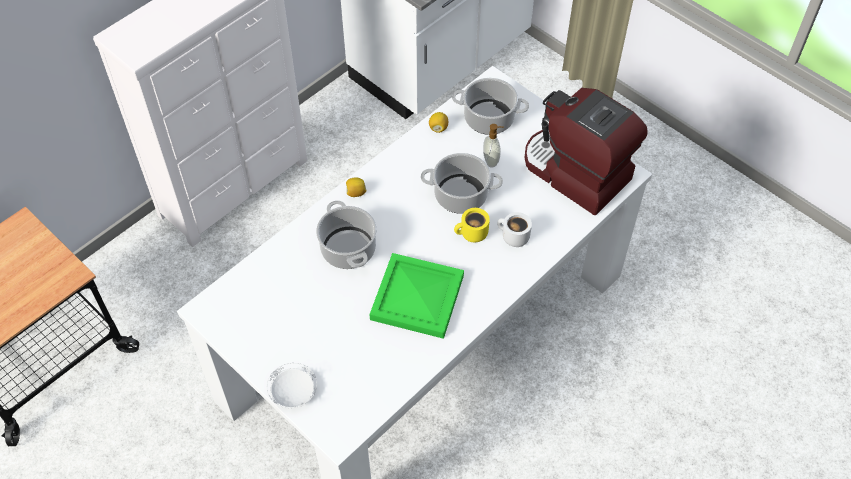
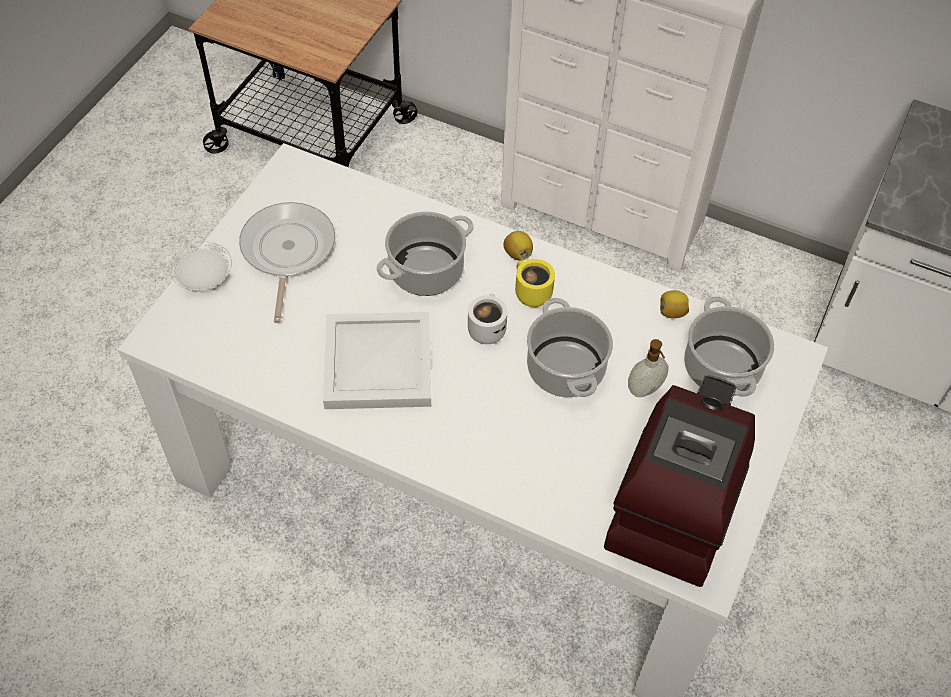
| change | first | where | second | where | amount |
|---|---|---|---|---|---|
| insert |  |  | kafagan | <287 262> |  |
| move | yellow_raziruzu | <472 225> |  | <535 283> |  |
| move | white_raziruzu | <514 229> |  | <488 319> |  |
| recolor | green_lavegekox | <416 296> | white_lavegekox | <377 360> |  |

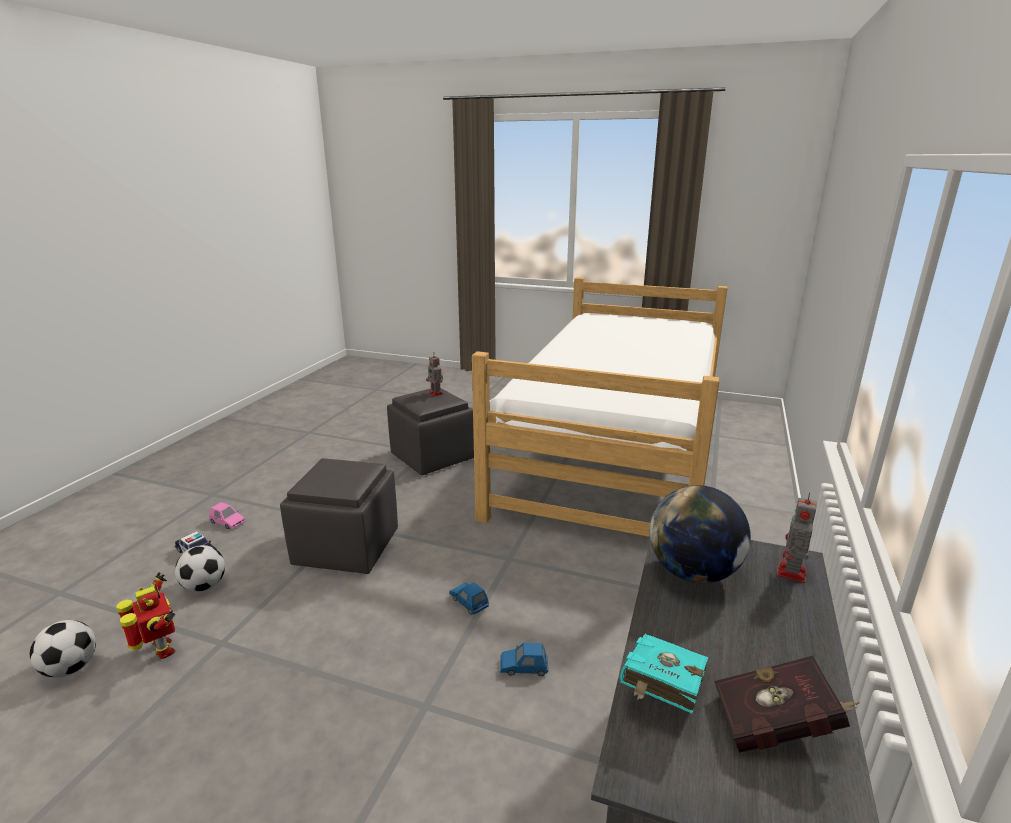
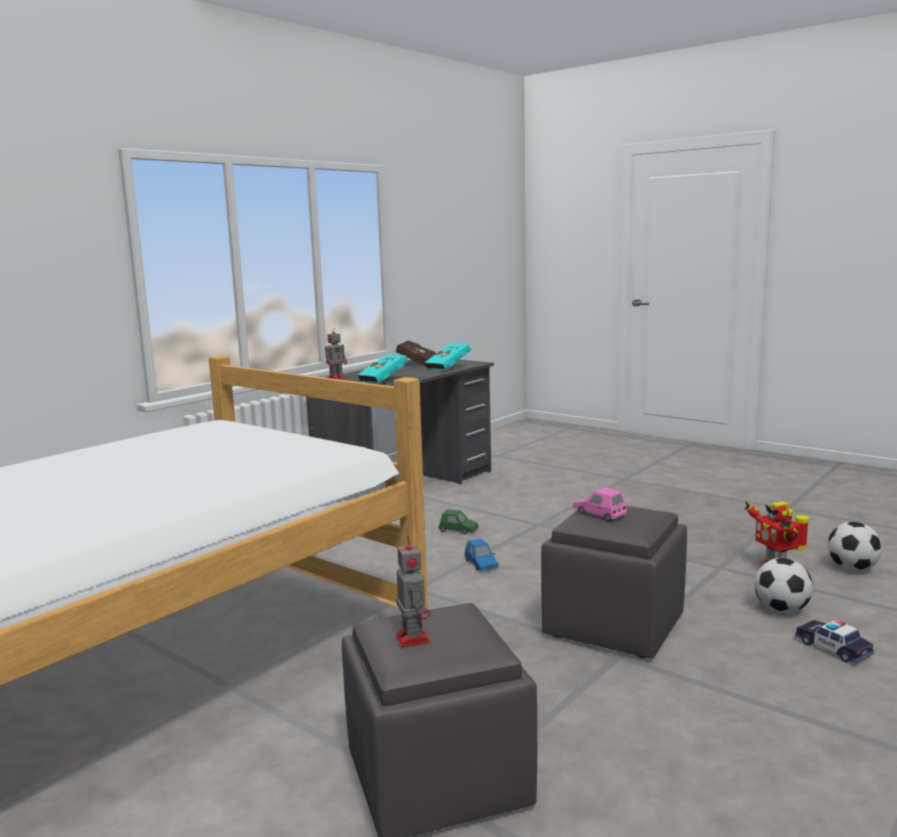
| change | first | where | second | where | amount |
|---|---|---|---|---|---|
| move | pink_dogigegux | <227 515> |  | <599 504> |  |
| replace | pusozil | <700 534> | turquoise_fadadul | <383 368> |  |
| recolor | blue_dogigegux | <524 659> | green_dogigegux | <458 521> |  |

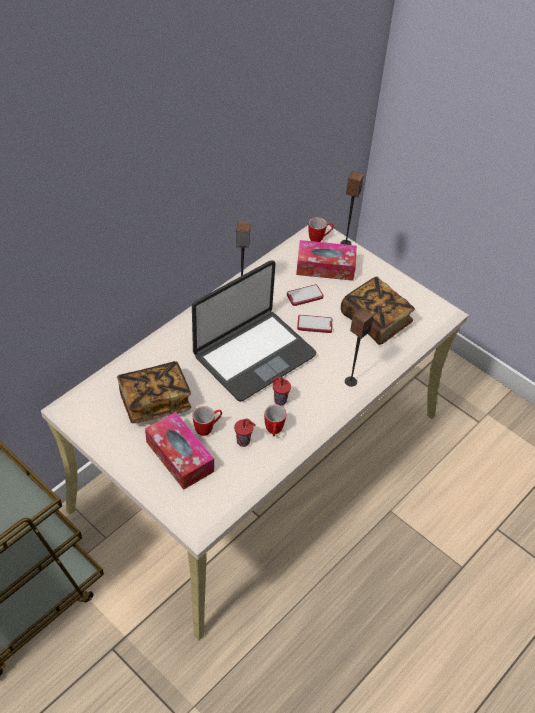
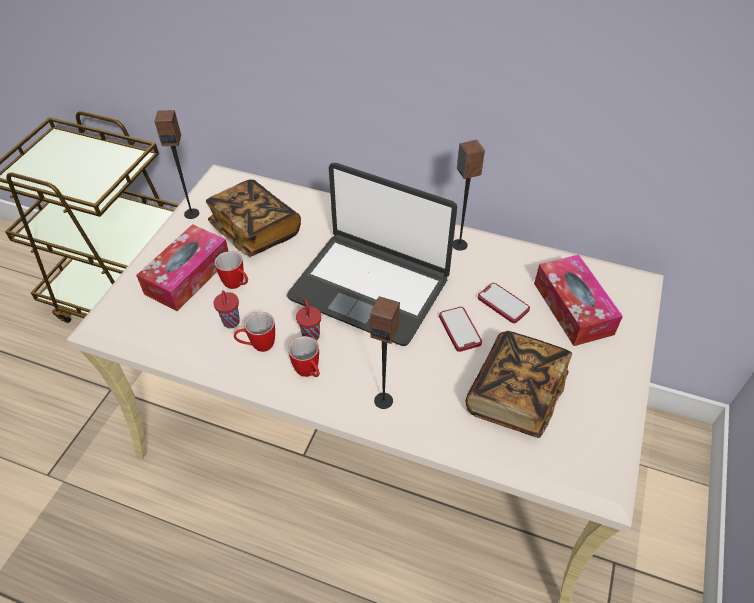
| change | first | where | second | where | amount |
|---|---|---|---|---|---|
| move | raziruzu | <321 229> |  | <304 356> |  |
| move | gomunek | <352 208> |  | <177 164> |  |

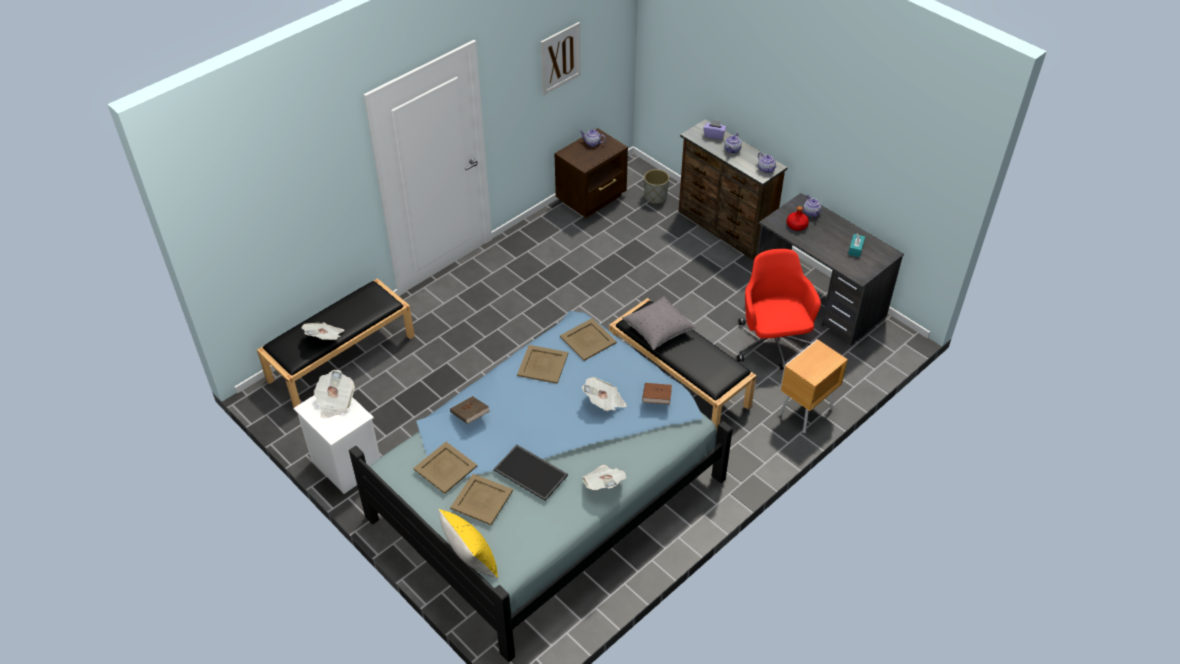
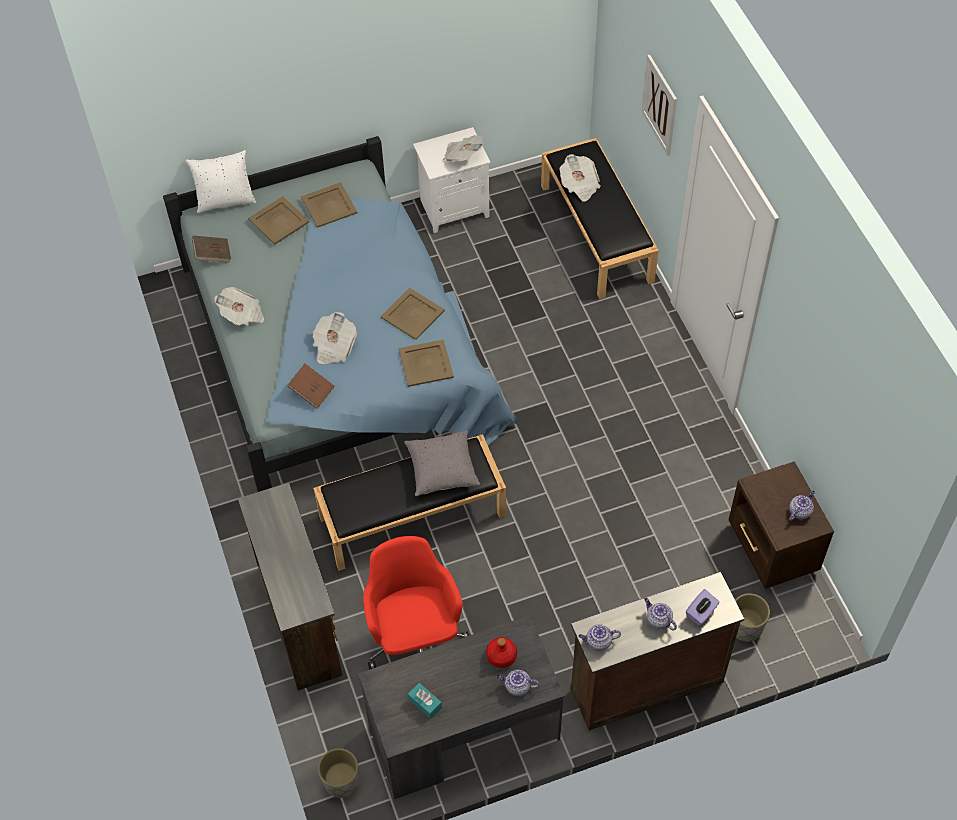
| change | first | where | second | where | amount |
|---|---|---|---|---|---|
| delete | lavegekox | <531 473> |  |  |  |
| insert |  |  | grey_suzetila | <338 773> |  |
| move | brown_fadadul | <470 410> |  | <211 249> |  |
| move | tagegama | <561 58> |  | <659 105> |  |
| replace | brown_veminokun | <813 386> | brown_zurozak | <290 586> |  |
| recolor | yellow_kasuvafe | <468 544> | white_kasuvafe | <221 181> |  |
| rotate | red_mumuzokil | <779 309> |  | <416 603> | 120 degrees counterclockwise |

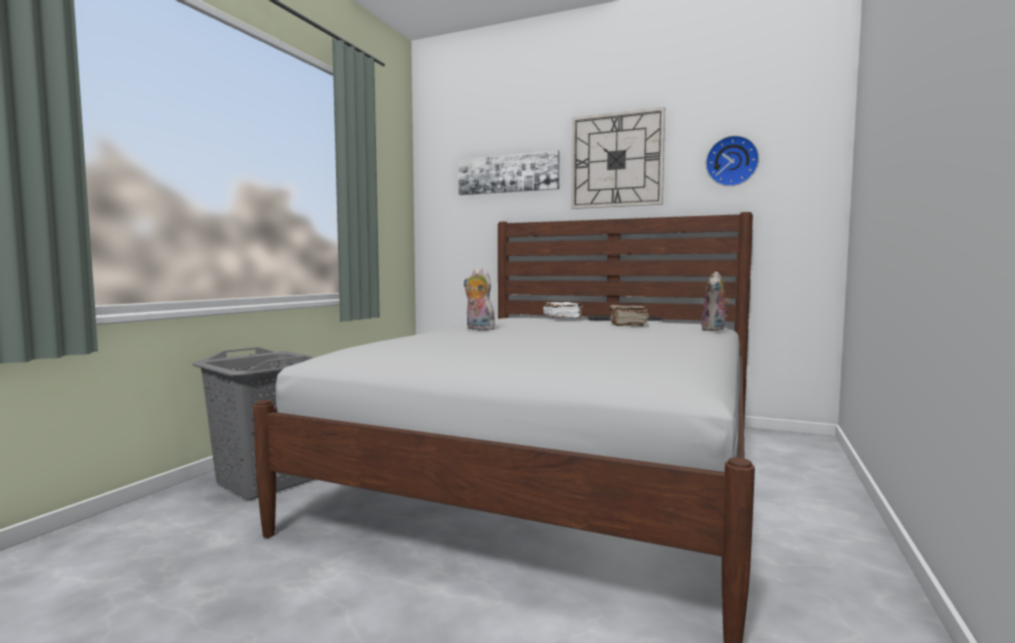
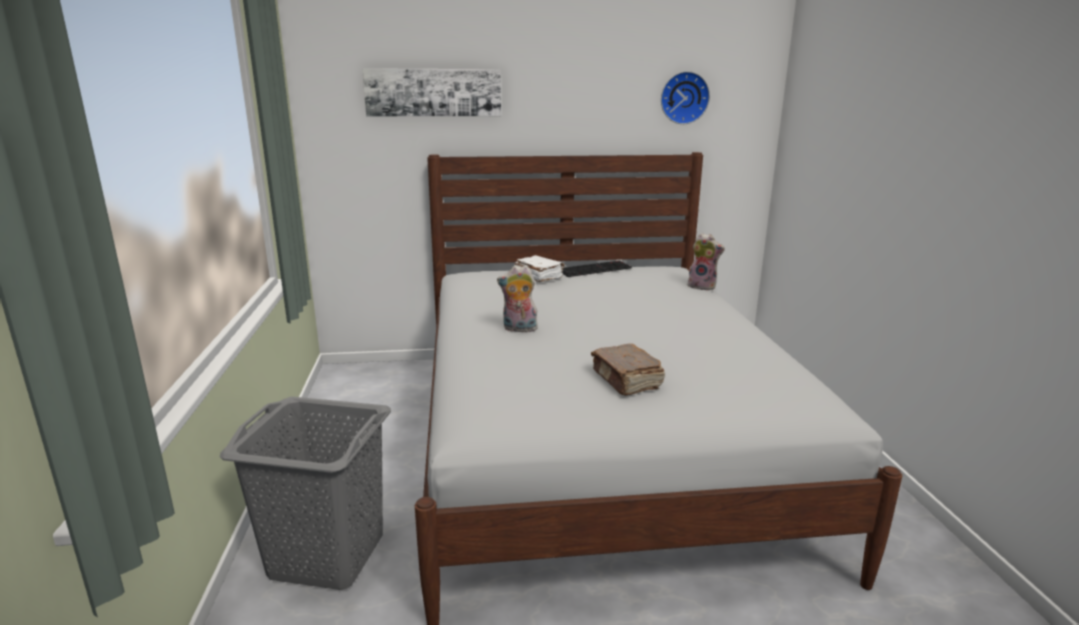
| change | first | where | second | where | amount |
|---|---|---|---|---|---|
| delete | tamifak | <618 158> |  |  |  |
| move | brown_fadadul | <629 315> |  | <628 370> |  |
| rotate | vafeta | <715 301> |  | <706 262> | 60 degrees counterclockwise |

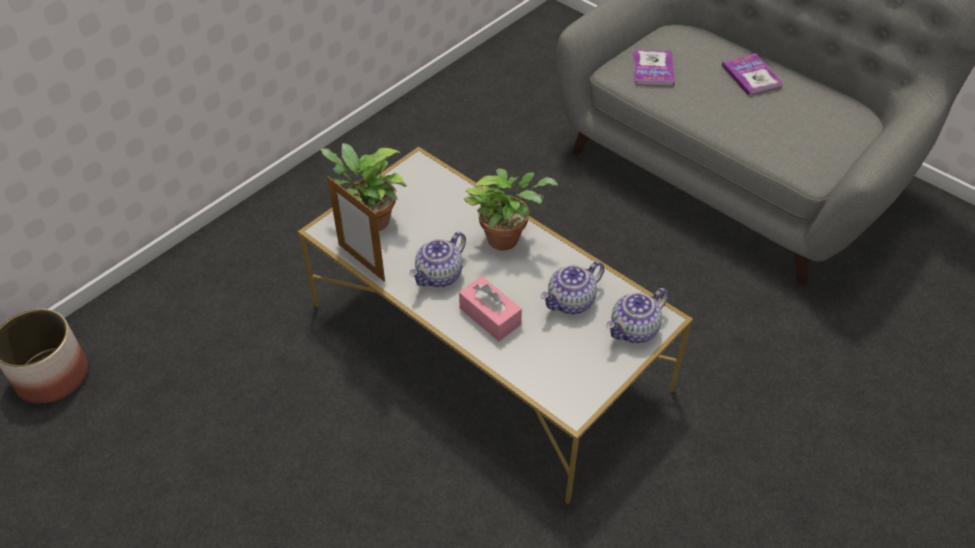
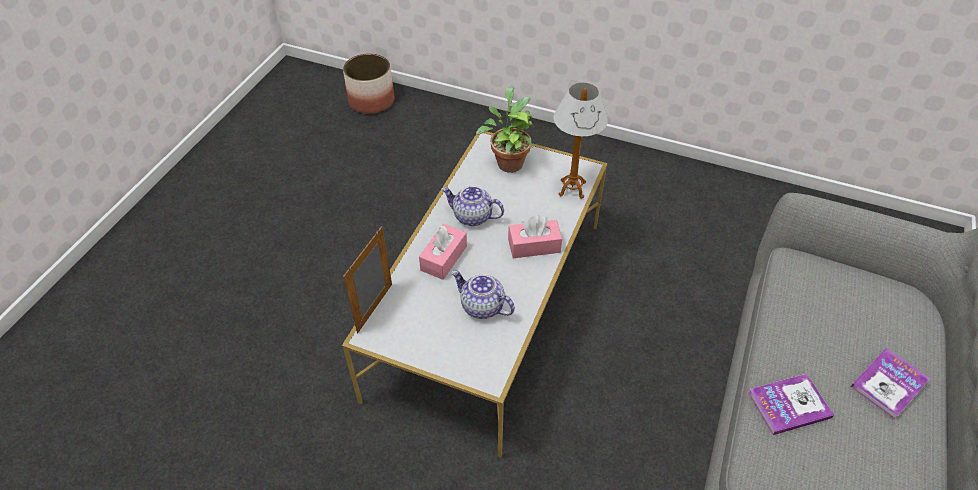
| change | first | where | second | where | amount |
|---|---|---|---|---|---|
| delete | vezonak | <637 315> |  |  |  |
| insert |  |  | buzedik | <581 141> |  |
| move | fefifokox | <356 229> |  | <367 279> |  |
| move | fadadul | <654 68> |  | <791 404> |  |
| replace | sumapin | <510 209> | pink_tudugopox | <535 236> |  |

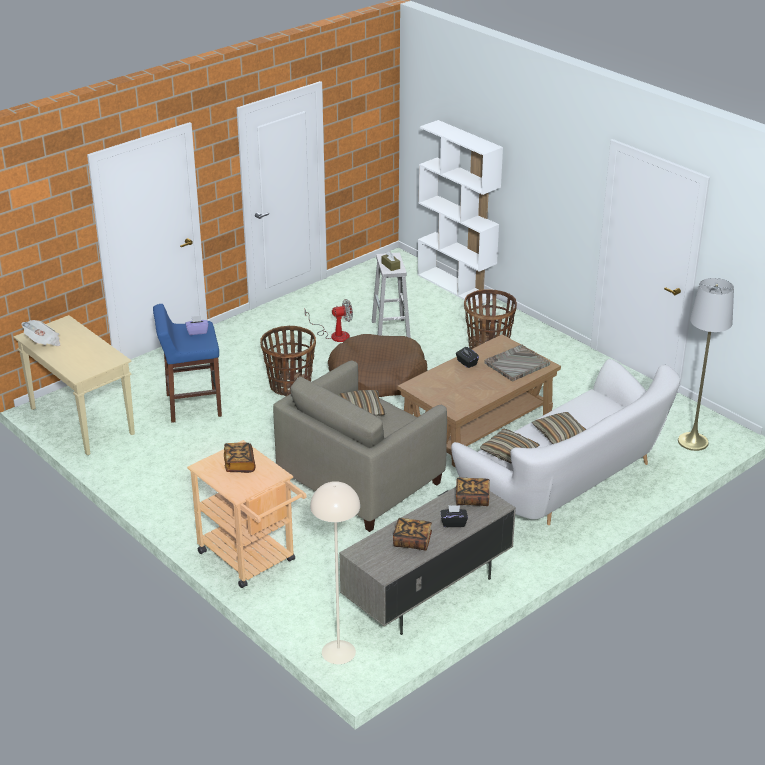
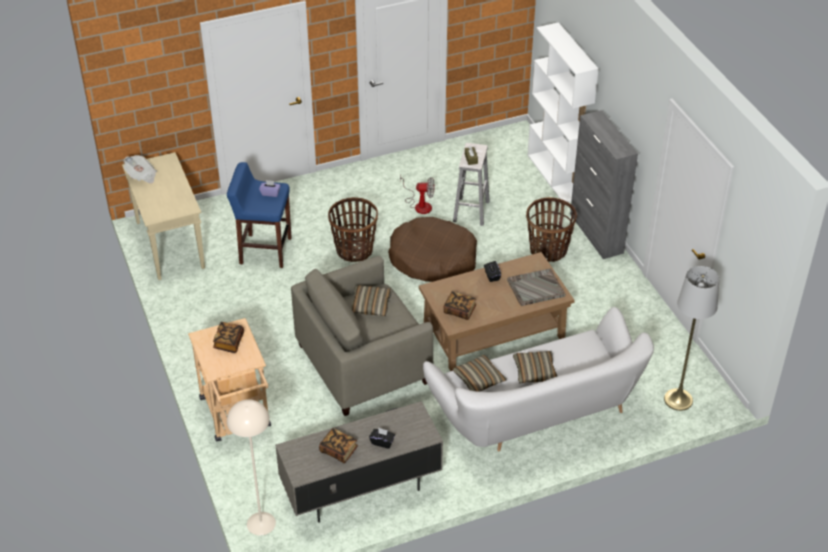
| change | first | where | second | where | amount |
|---|---|---|---|---|---|
| insert |  |  | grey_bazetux | <604 184> |  |
| move | fadadul | <473 491> |  | <459 305> |  |

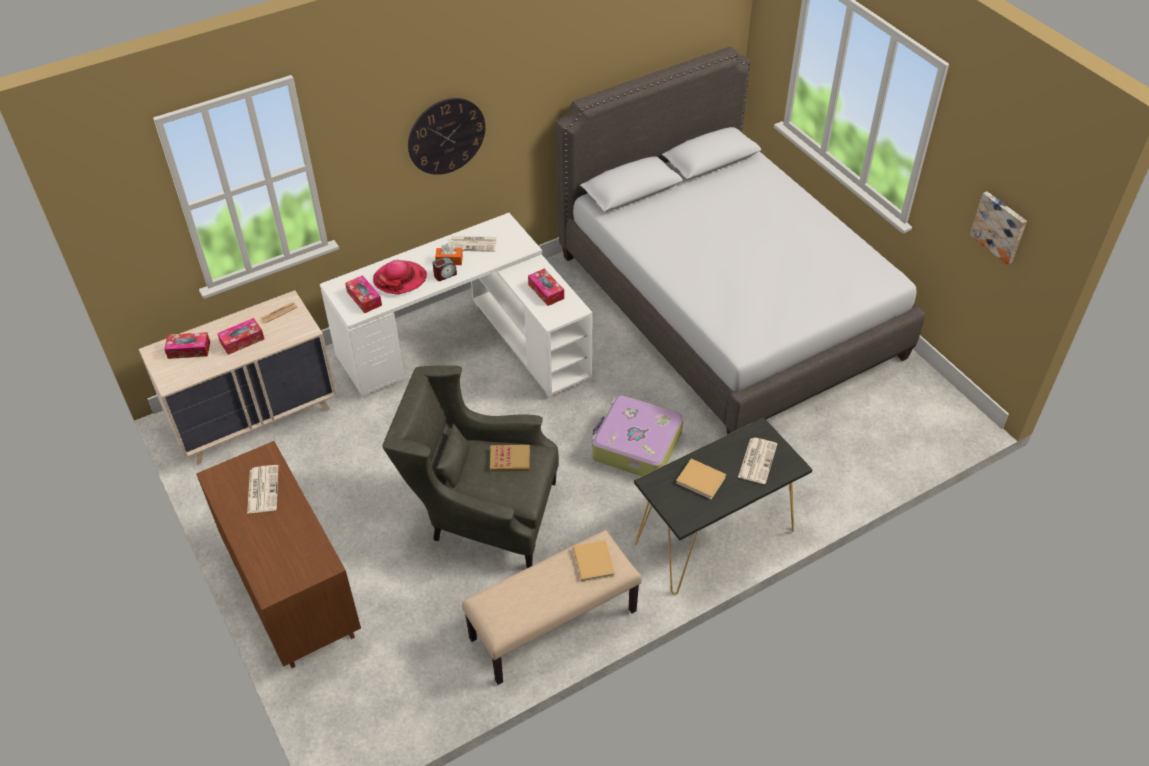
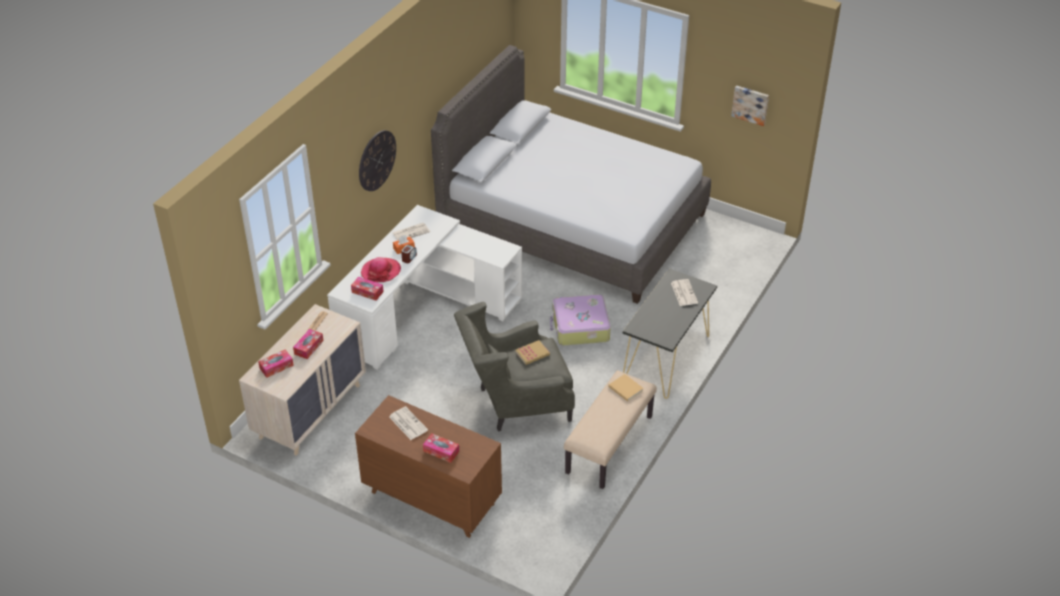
| change | first | where | second | where | amount |
|---|---|---|---|---|---|
| delete | beige_fadadul | <701 479> |  |  |  |
| move | tudugopox | <546 287> |  | <441 448> |  |

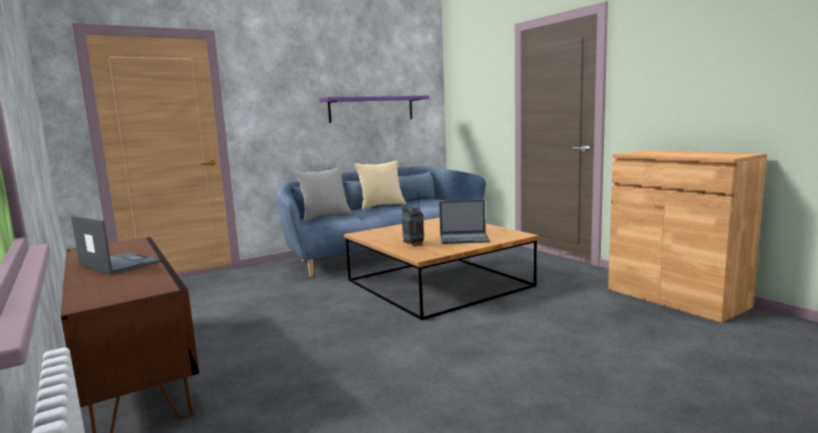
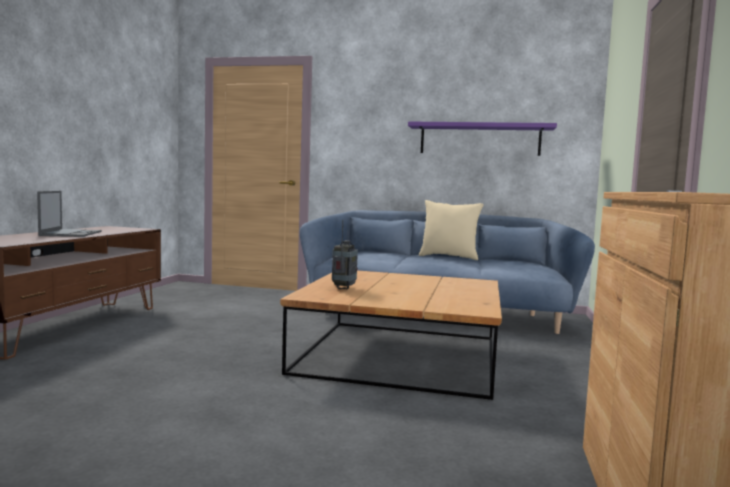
| change | first | where | second | where | amount |
|---|---|---|---|---|---|
| delete | grey_kasuvafe | <323 194> |  |  |  |
| delete | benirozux | <464 222> |  |  |  |

